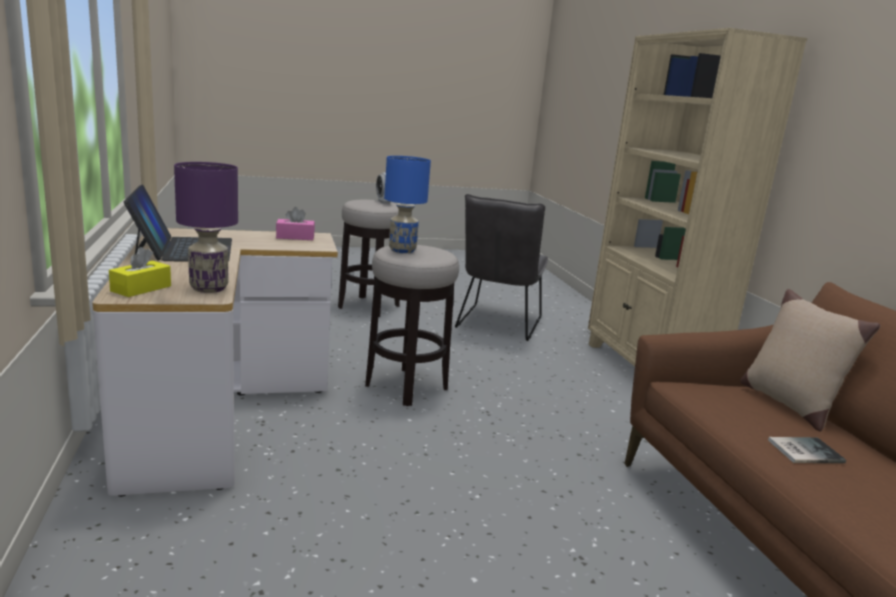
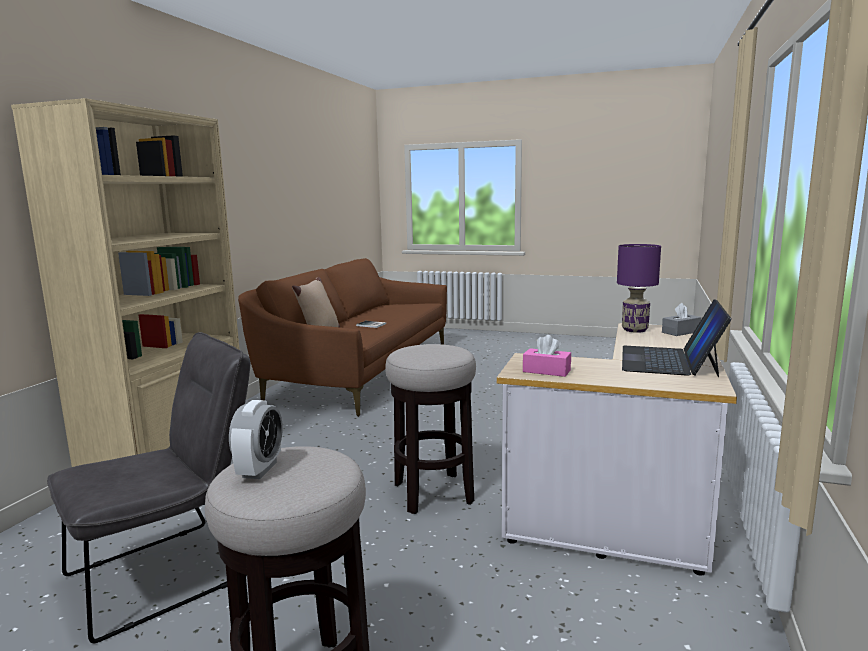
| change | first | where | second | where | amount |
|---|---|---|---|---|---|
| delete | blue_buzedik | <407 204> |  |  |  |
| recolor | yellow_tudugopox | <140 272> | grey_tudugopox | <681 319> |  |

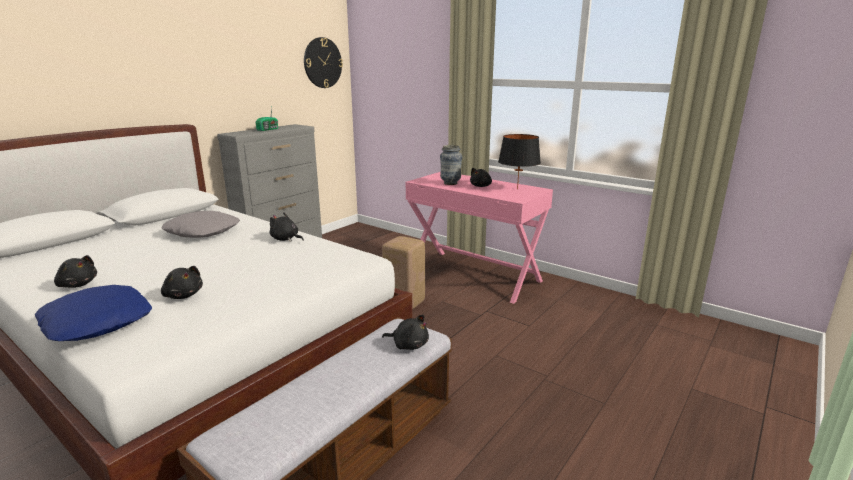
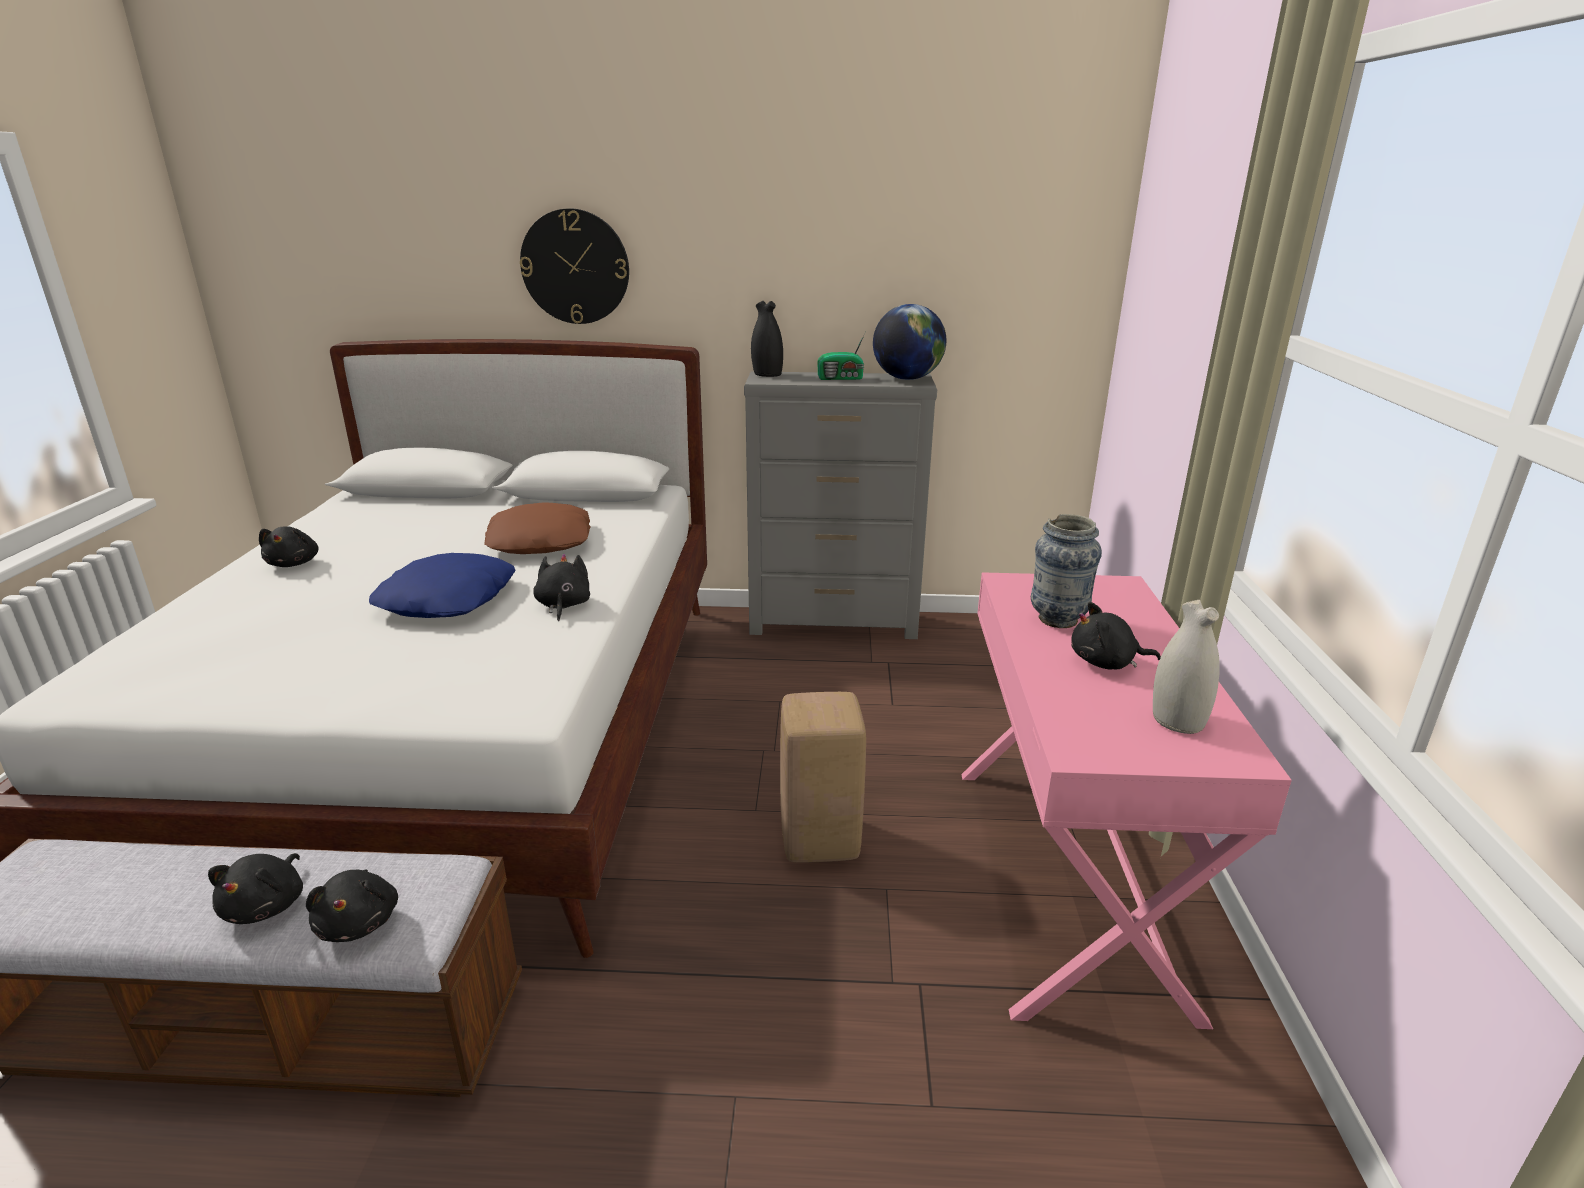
| change | first | where | second | where | amount |
|---|---|---|---|---|---|
| insert |  |  | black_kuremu | <767 339> |  |
| insert |  |  | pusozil | <909 342> |  |
| move | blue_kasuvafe | <93 313> |  | <442 585> |  |
| move | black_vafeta | <182 282> |  | <255 888> |  |
| move | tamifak | <323 62> |  | <574 266> |  |
| replace | black_buzedik | <519 161> | white_kuremu | <1186 667> |  |
| recolor | grey_kasuvafe | <200 224> | brown_kasuvafe | <537 528> |  |

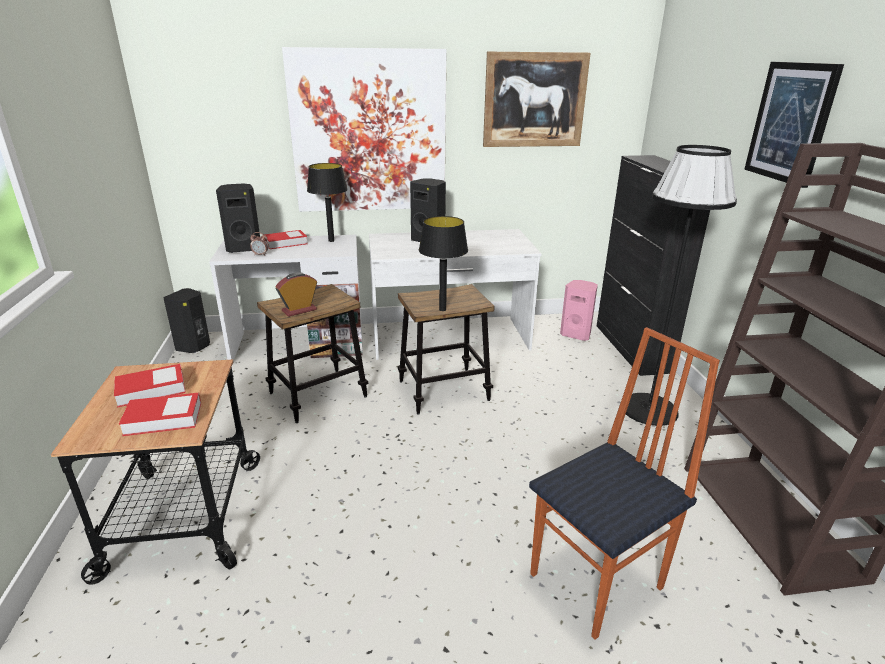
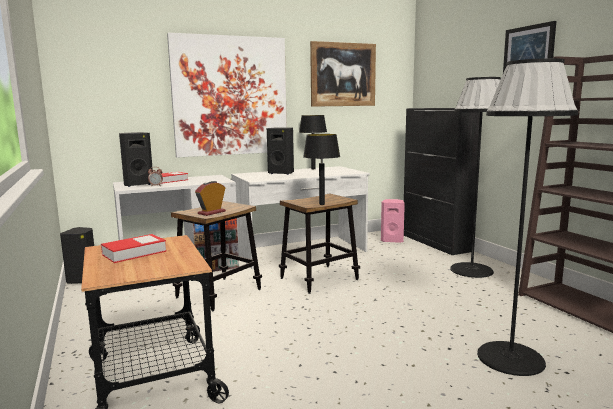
| change | first | where | second | where | amount |
|---|---|---|---|---|---|
| delete | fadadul | <160 414> |  |  |  |
| move | black_buzedik | <327 202> |  | <313 142> |  |
| replace | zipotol | <624 483> | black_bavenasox | <527 217> |  |

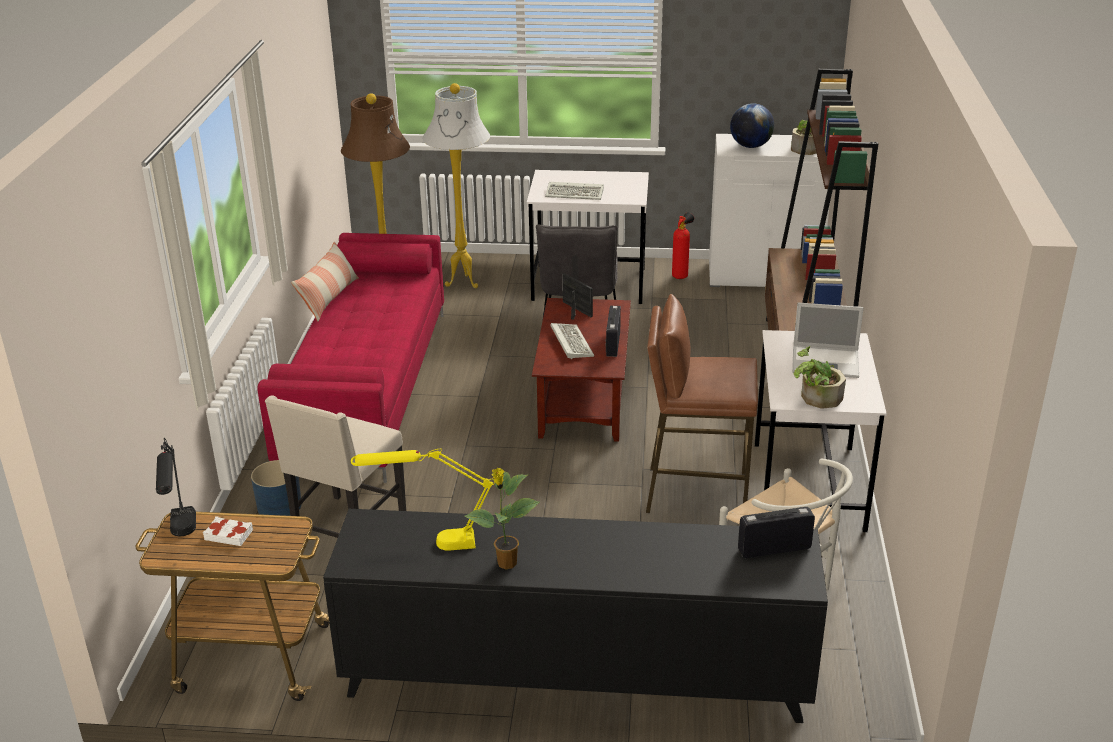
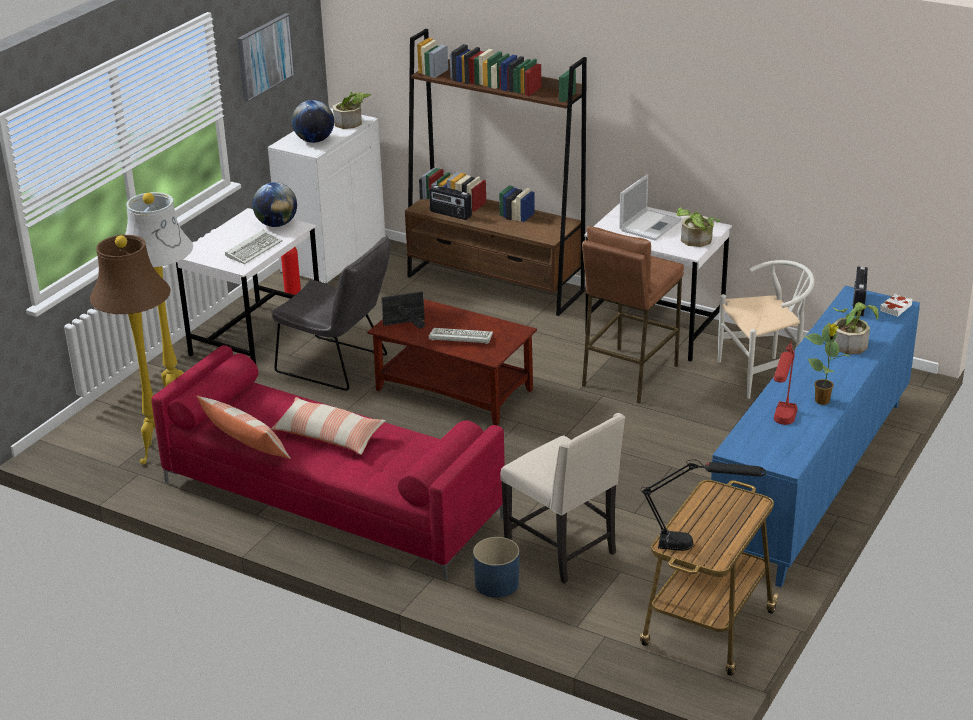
| change | first | where | second | where | amount |
|---|---|---|---|---|---|
| insert |  |  | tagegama | <266 57> |  |
| insert |  |  | pusozil | <274 204> |  |
| insert |  |  | kasuvafe | <328 426> |  |
| insert |  |  | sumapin | <856 328> |  |
| move | white_fadadul | <228 531> |  | <896 305> |  |
| move | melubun | <613 331> |  | <450 202> |  |
| recolor | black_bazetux | <575 616> | blue_bazetux | <814 436> |  |
| recolor | yellow_buzedik | <423 500> | red_buzedik | <786 383> |  |

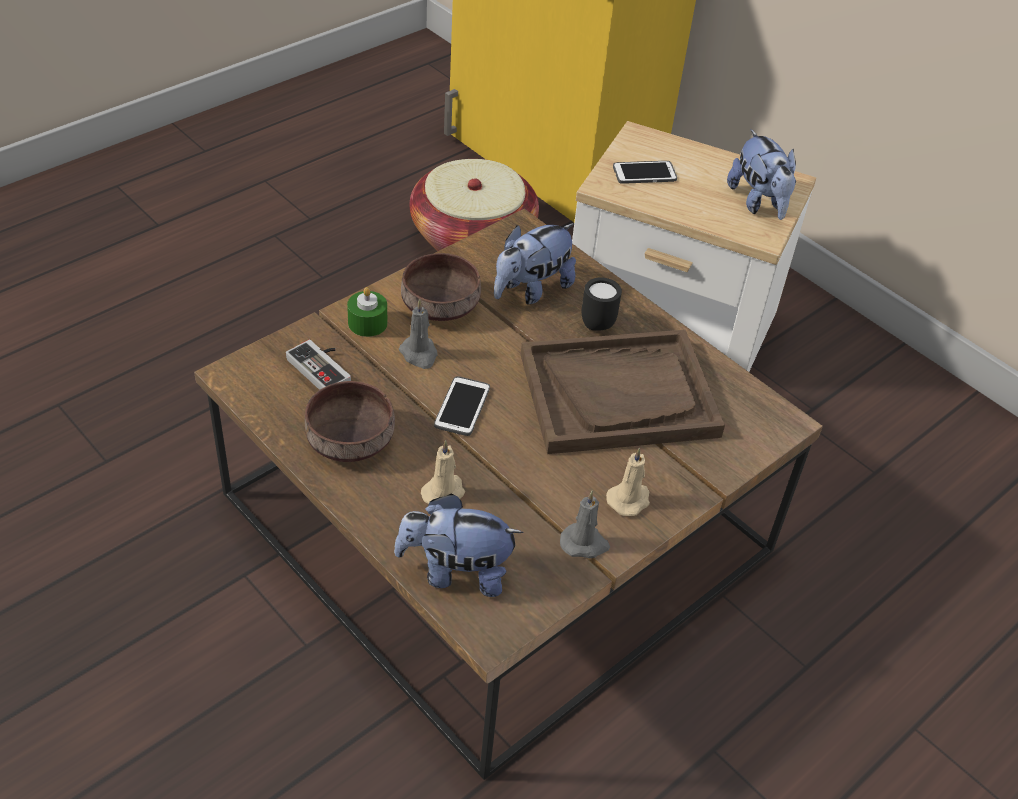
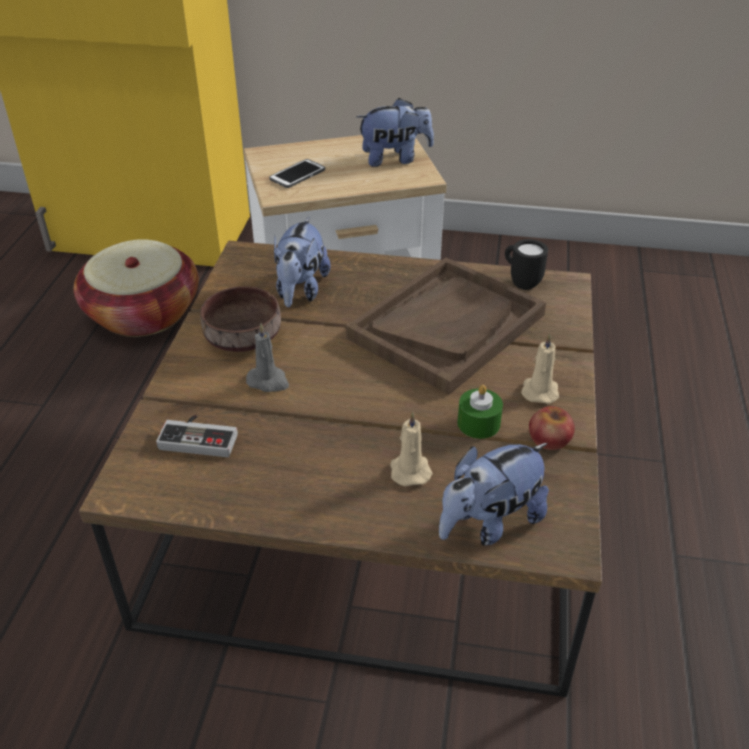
| change | first | where | second | where | amount |
|---|---|---|---|---|---|
| delete | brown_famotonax | <350 421> |  |  |  |
| delete | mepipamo | <462 406> |  |  |  |
| move | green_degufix | <367 312> |  | <480 412> |  |
| move | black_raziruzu | <602 304> |  | <526 264> |  |
| replace | grey_degufix | <585 524> | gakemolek | <552 428> |  |
| rotate | vafeta | <761 175> |  | <395 132> | 45 degrees counterclockwise |

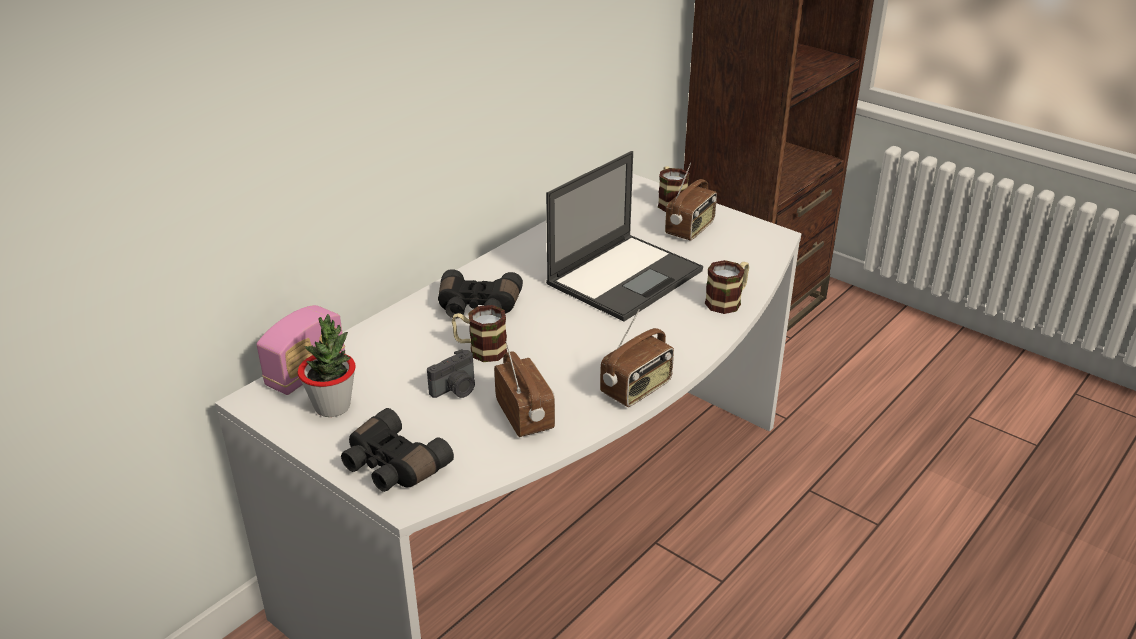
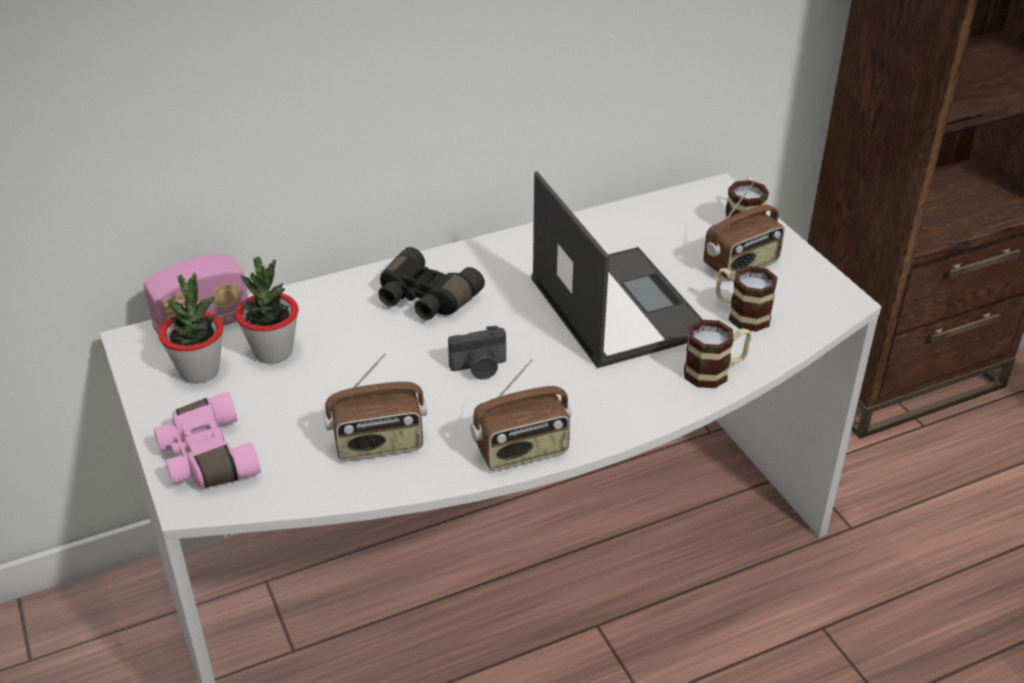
| change | first | where | second | where | amount |
|---|---|---|---|---|---|
| insert |  |  | sumapin | <267 310> |  |
| move | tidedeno | <451 373> |  | <477 352> |  |
| move | raziruzu | <479 333> |  | <747 299> |  |
| recolor | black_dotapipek | <397 450> | pink_dotapipek | <207 440> |  |
| rotate | melubun | <524 389> |  | <375 407> | 75 degrees clockwise |
| rotate | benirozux | <624 236> |  | <617 269> | 90 degrees counterclockwise |

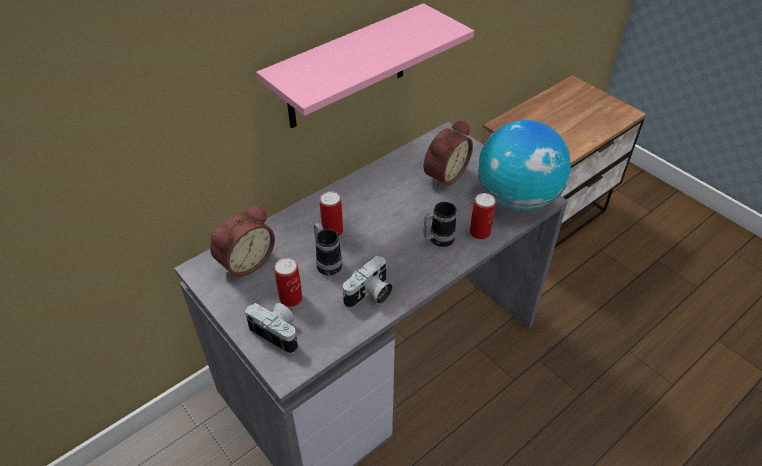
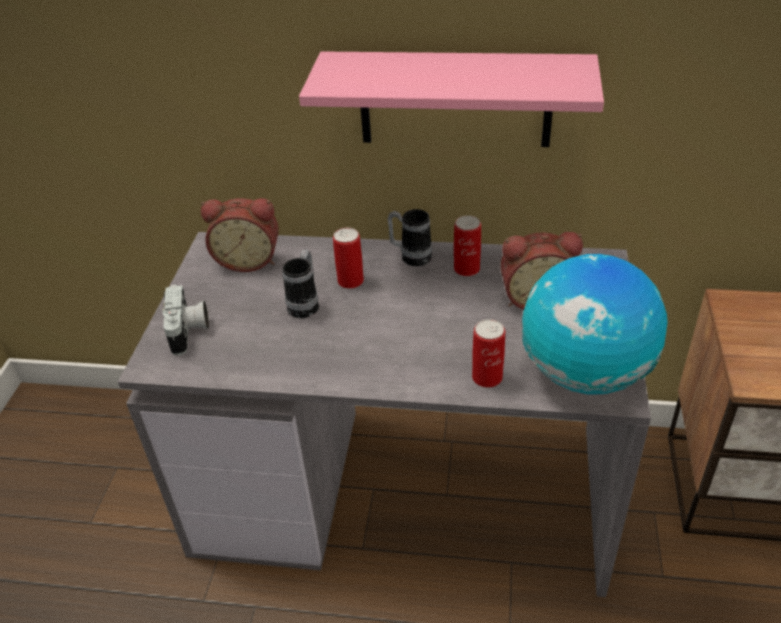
| change | first | where | second | where | amount |
|---|---|---|---|---|---|
| delete | tidedeno | <368 281> |  |  |  |
| move | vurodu | <288 282> |  | <467 245> |  |
| move | raziruzu | <440 224> |  | <410 237> |  |

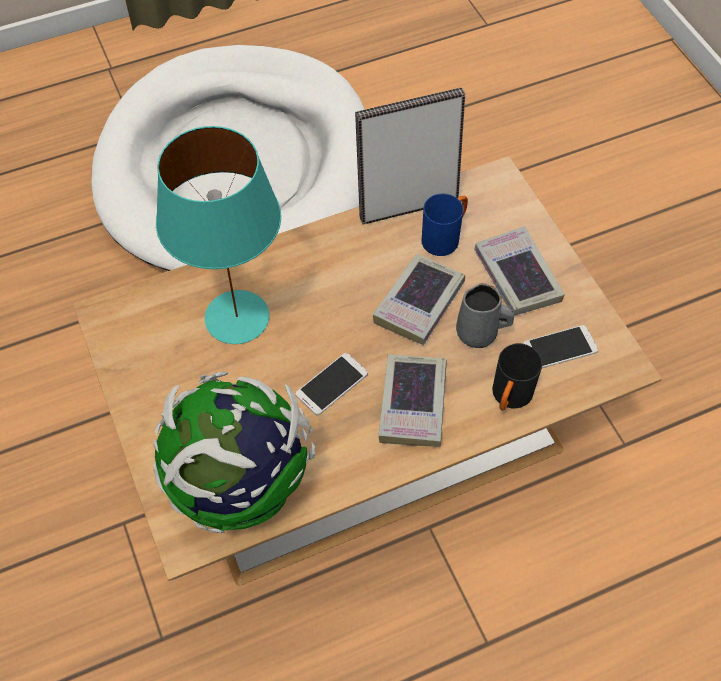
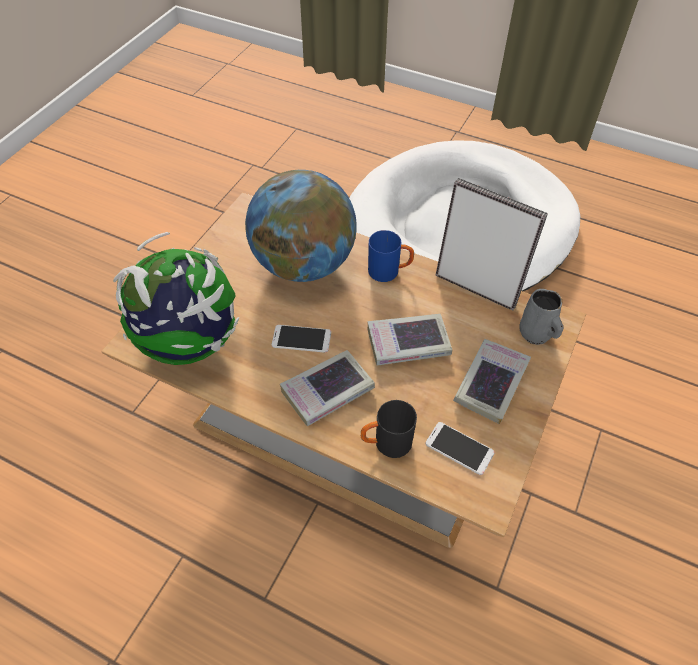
| change | first | where | second | where | amount |
|---|---|---|---|---|---|
| move | blue_raziruzu | <445 224> |  | <391 256> |  |
| move | grey_raziruzu | <485 315> |  | <541 317> |  |
| replace | turquoise_buzedik | <218 235> | pusozil | <301 226> |  |

